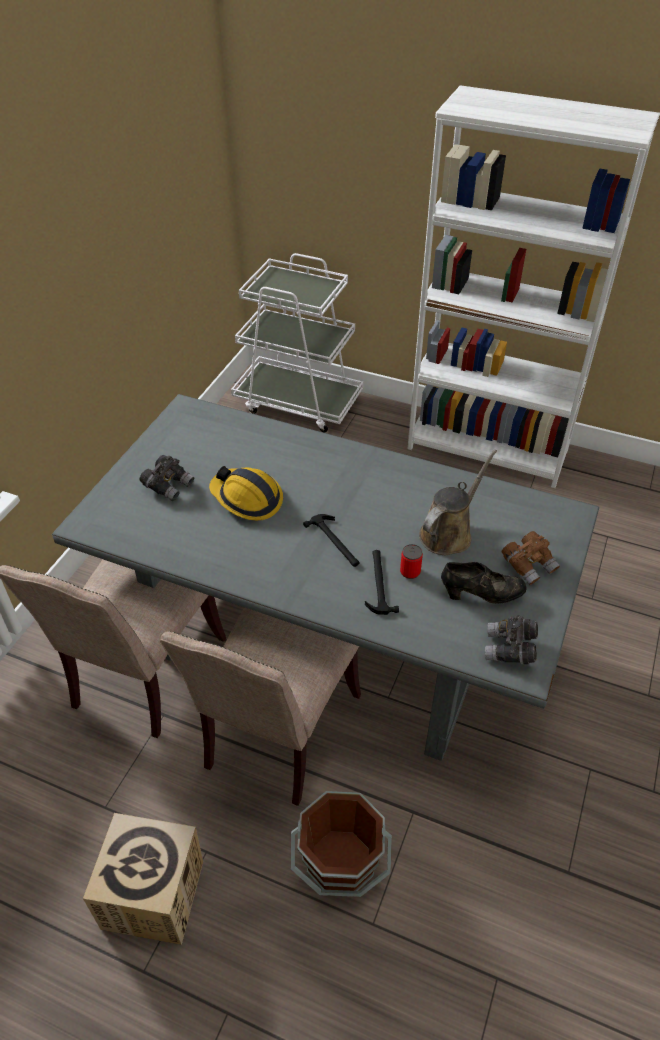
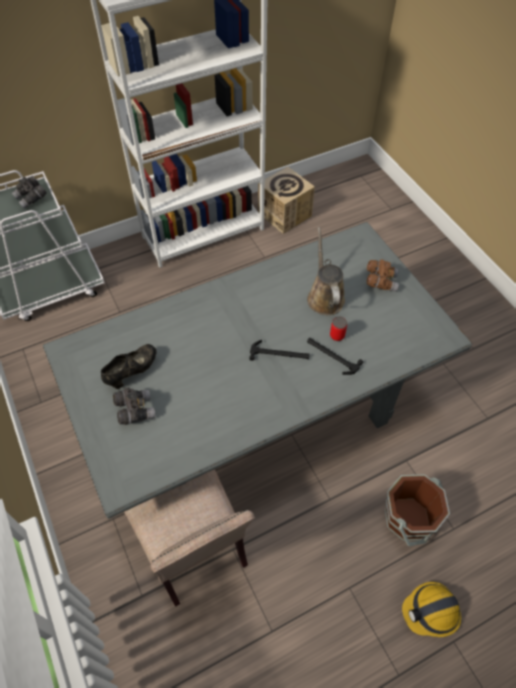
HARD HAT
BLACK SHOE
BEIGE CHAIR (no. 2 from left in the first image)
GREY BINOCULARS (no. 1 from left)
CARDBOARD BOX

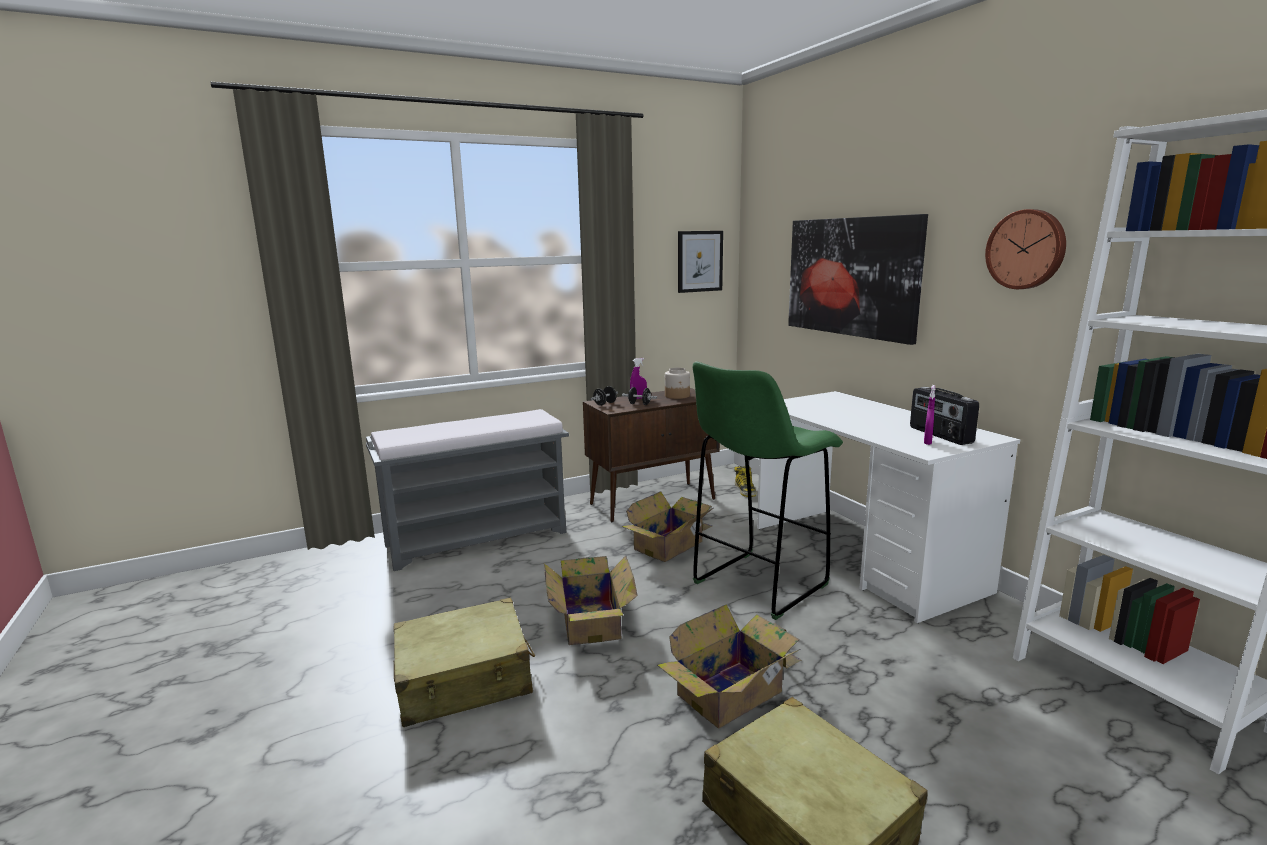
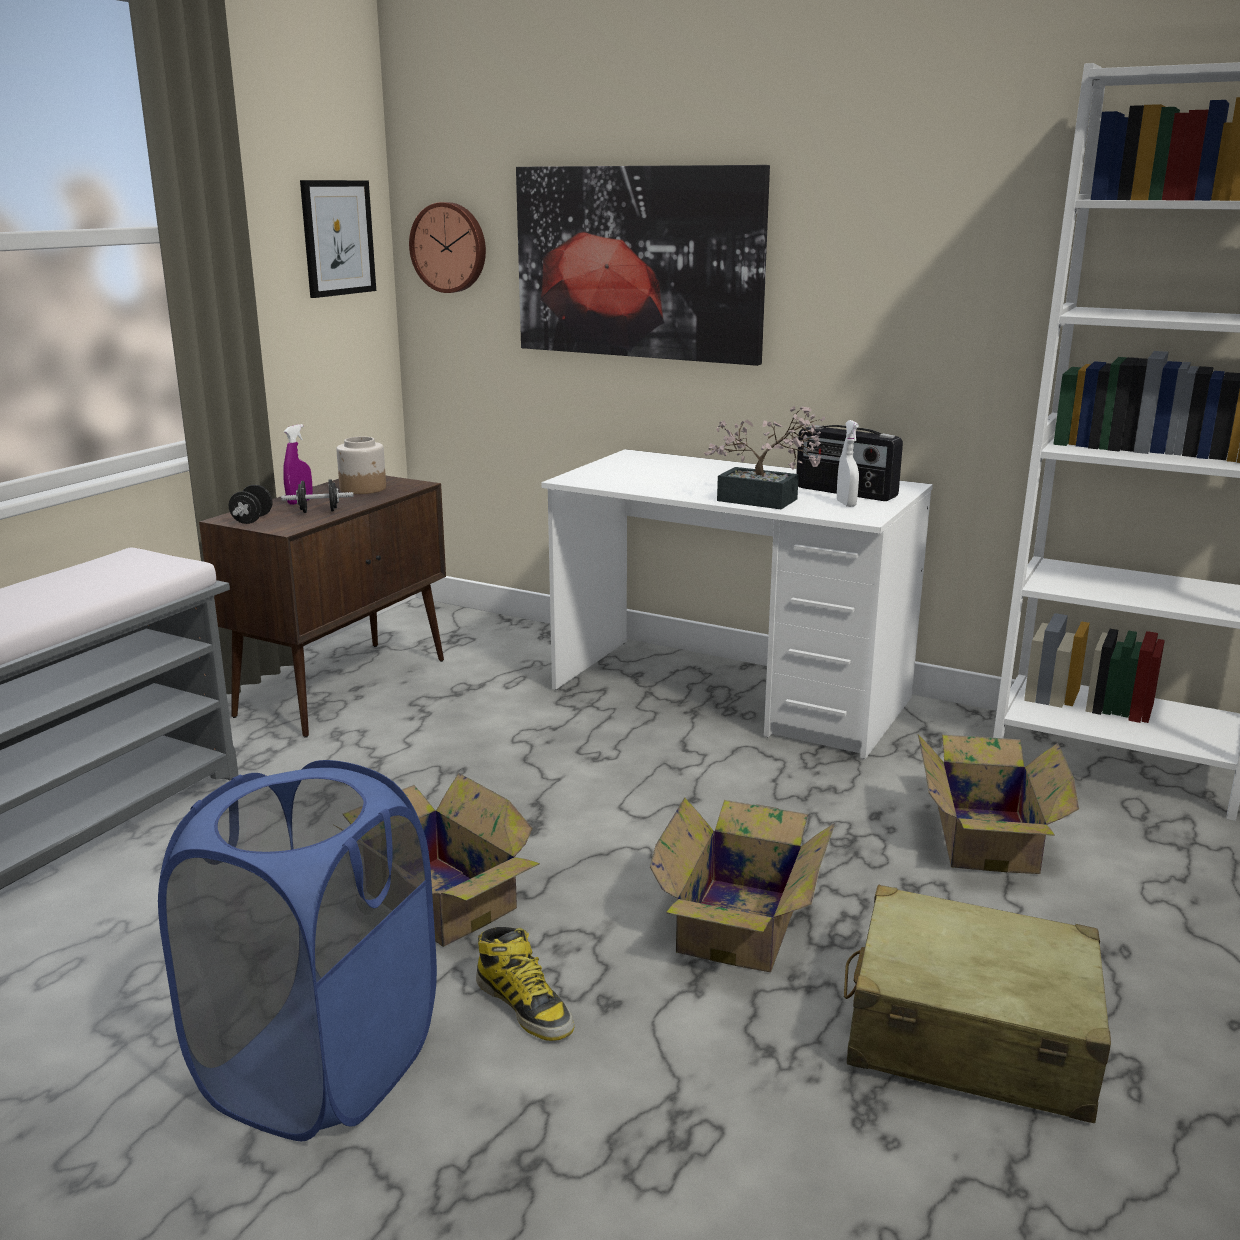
WALL CLOCK
GREEN STOOL
WHITE SPRAY BOTTLE
BOOT
CARDBOARD BOX (no. 3 from left)
BLUE LAUNDRY BASKET
POTTED PLANT

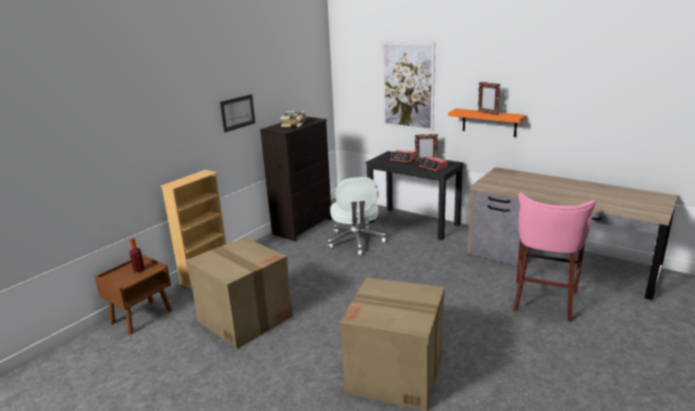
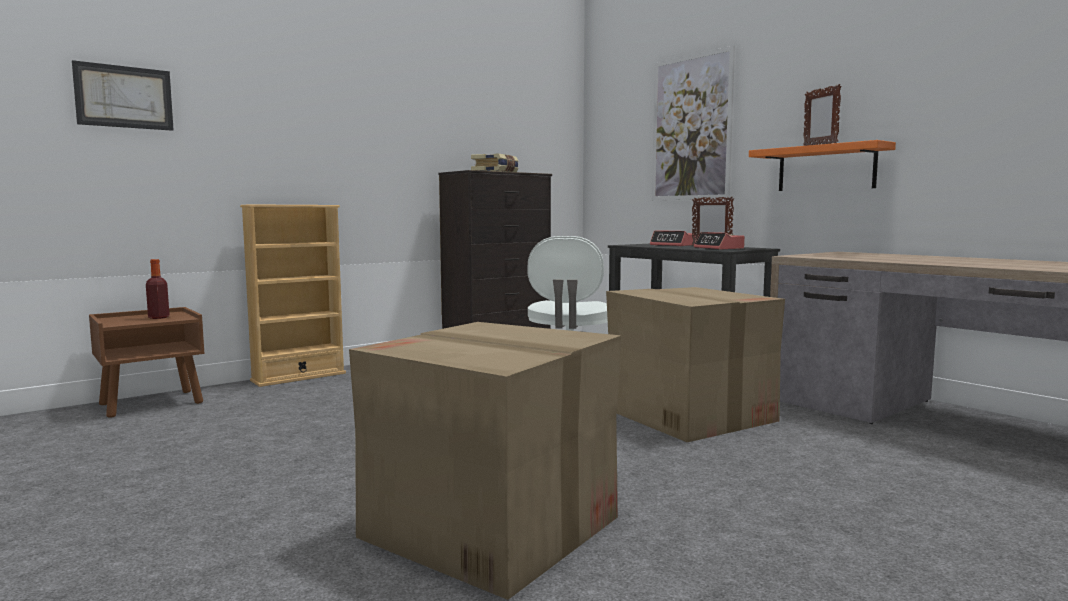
PICTURE (no. 1 from left)
PINK STOOL
CARDBOARD BOX (no. 2 from left)

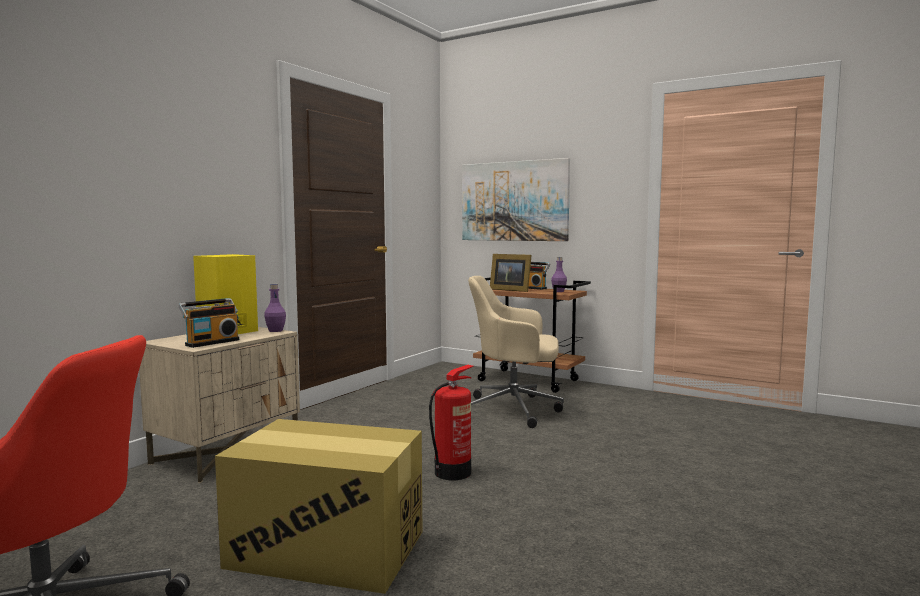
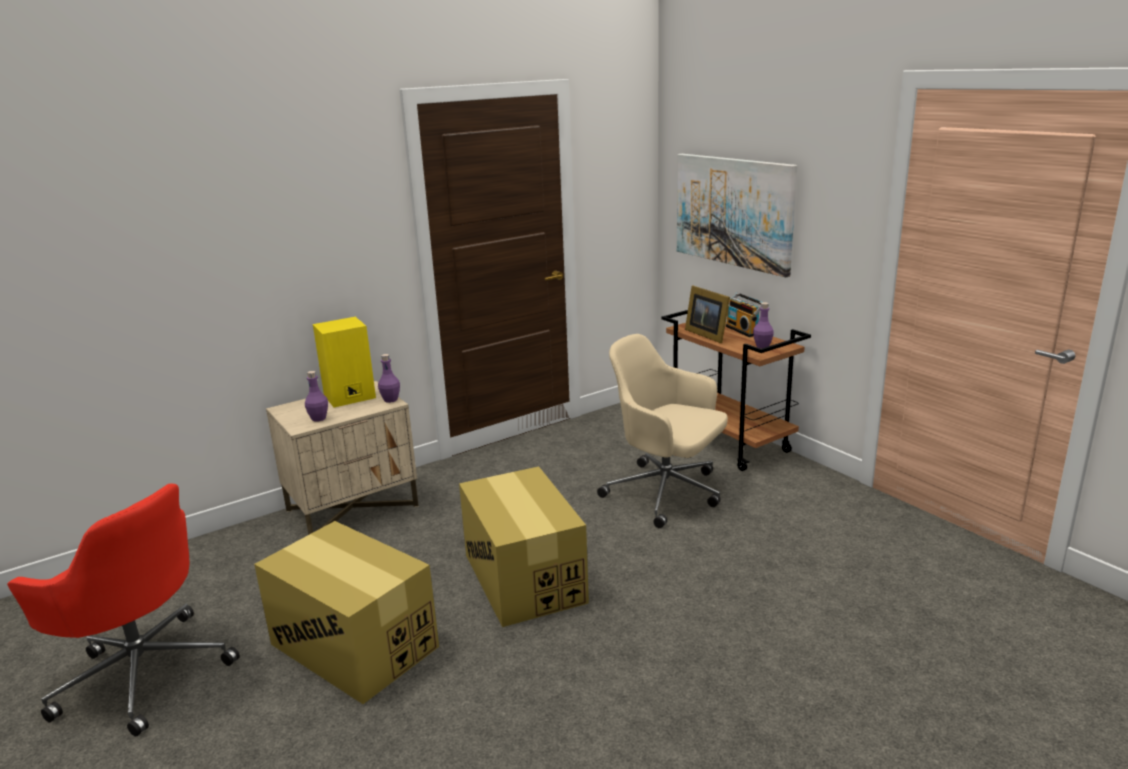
PURPLE BOTTLE (no. 1 from left)
CARDBOARD BOX (no. 2 from left)

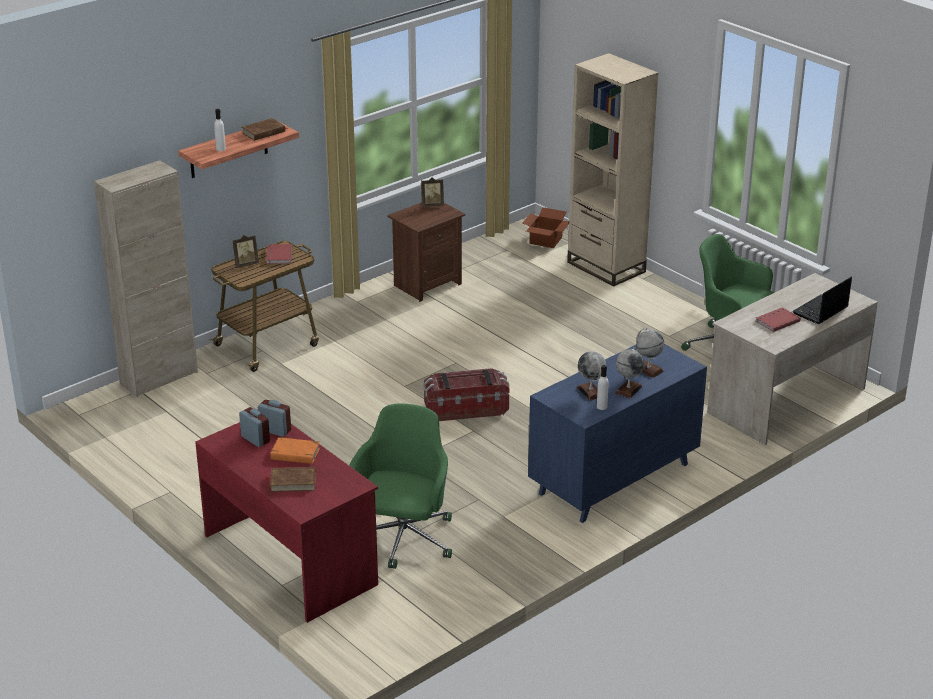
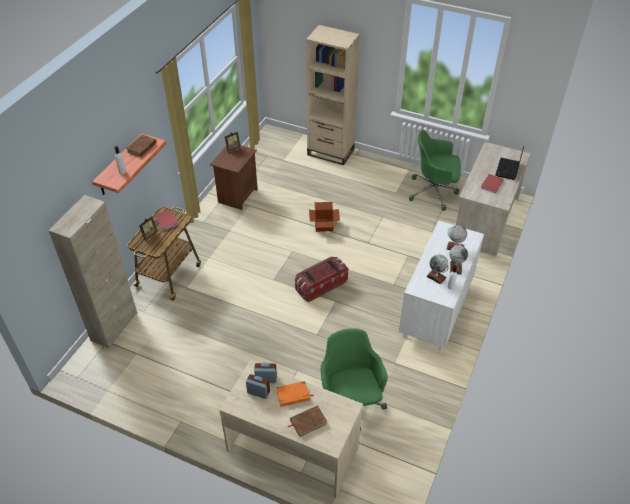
CARDBOARD BOX
WHITE DRESSER
BEIGE DESK (no. 1 from left)

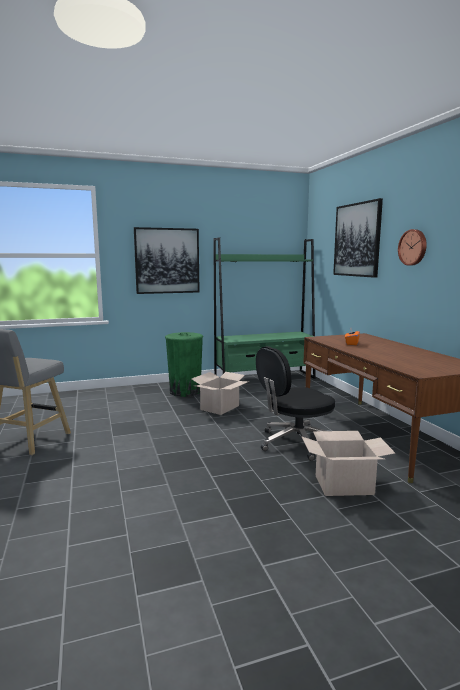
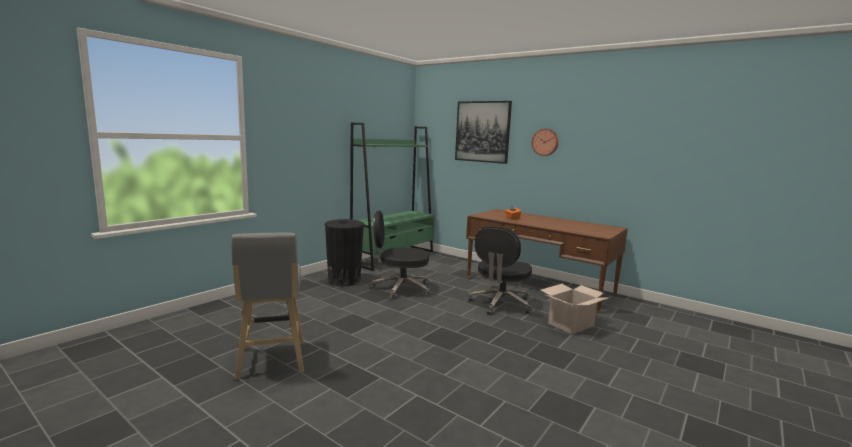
PICTURE (no. 1 from left in the first image)
BLACK TRASH CAN
BLACK OFFICE CHAIR (no. 1 from left)

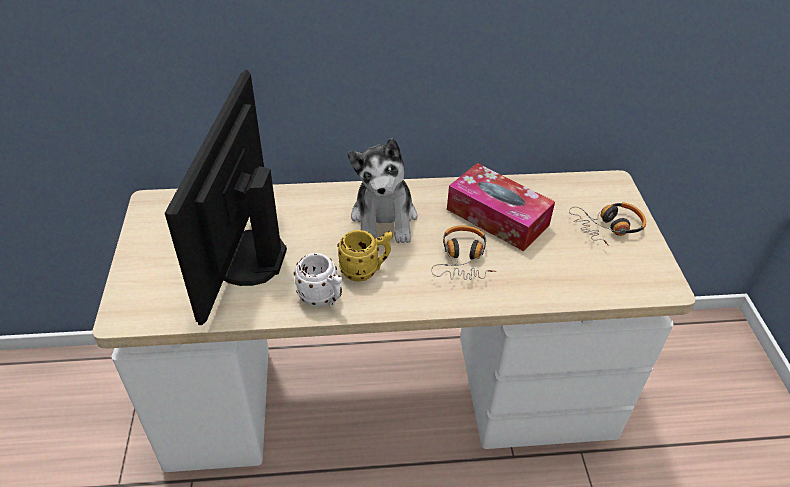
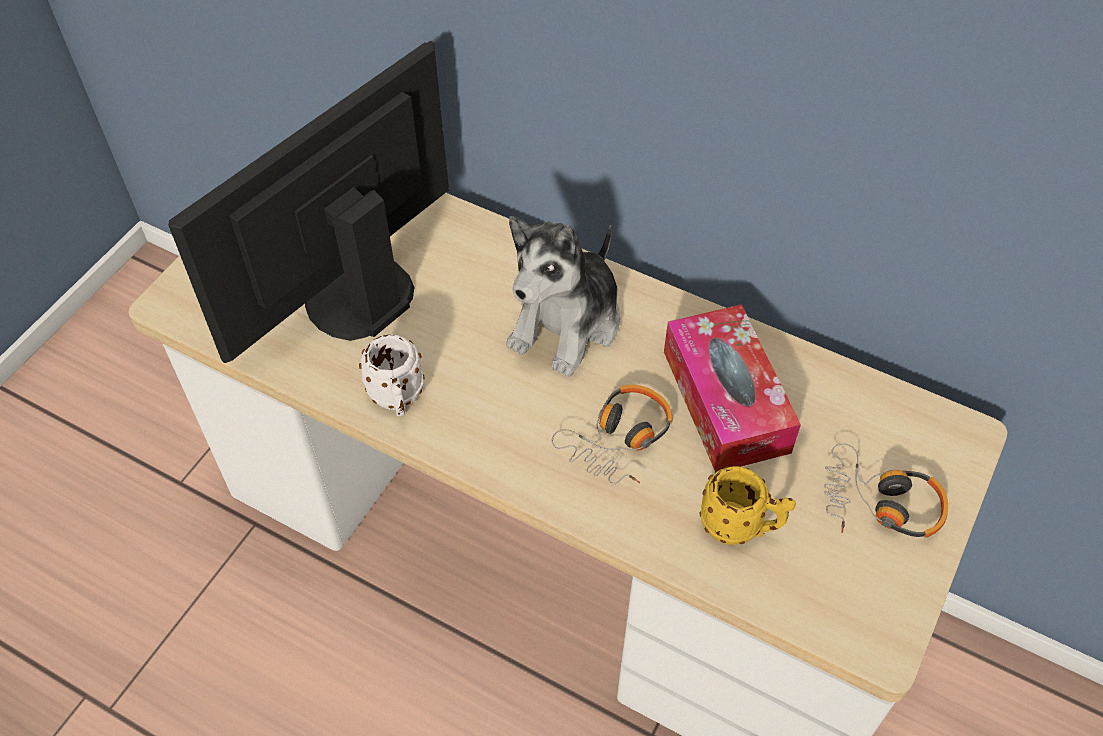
YELLOW MUG

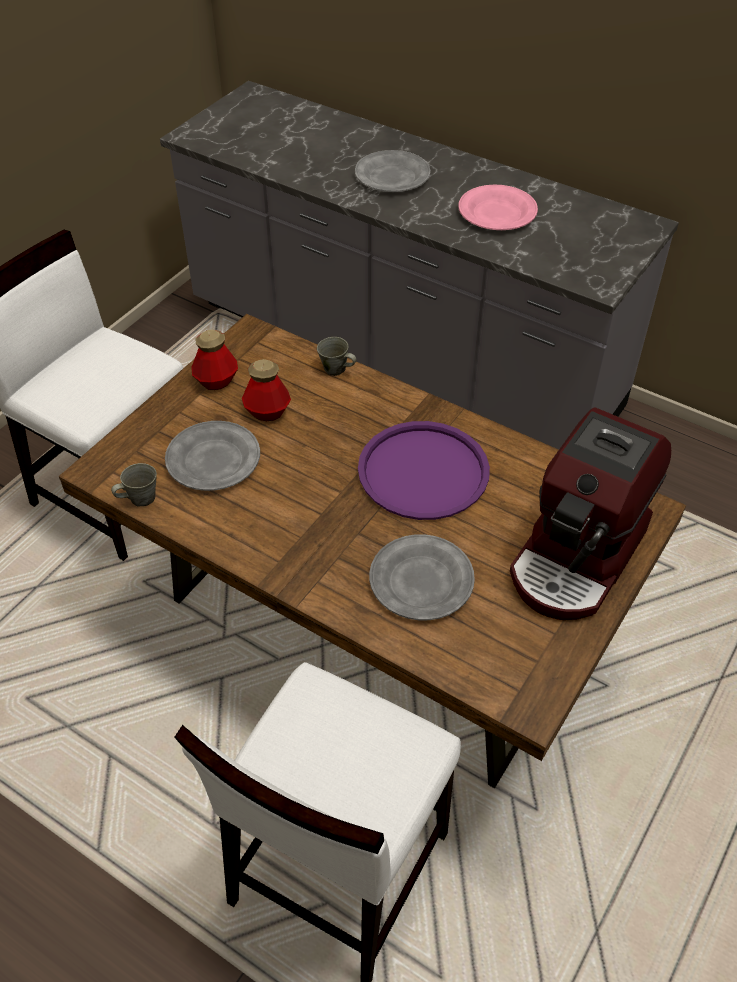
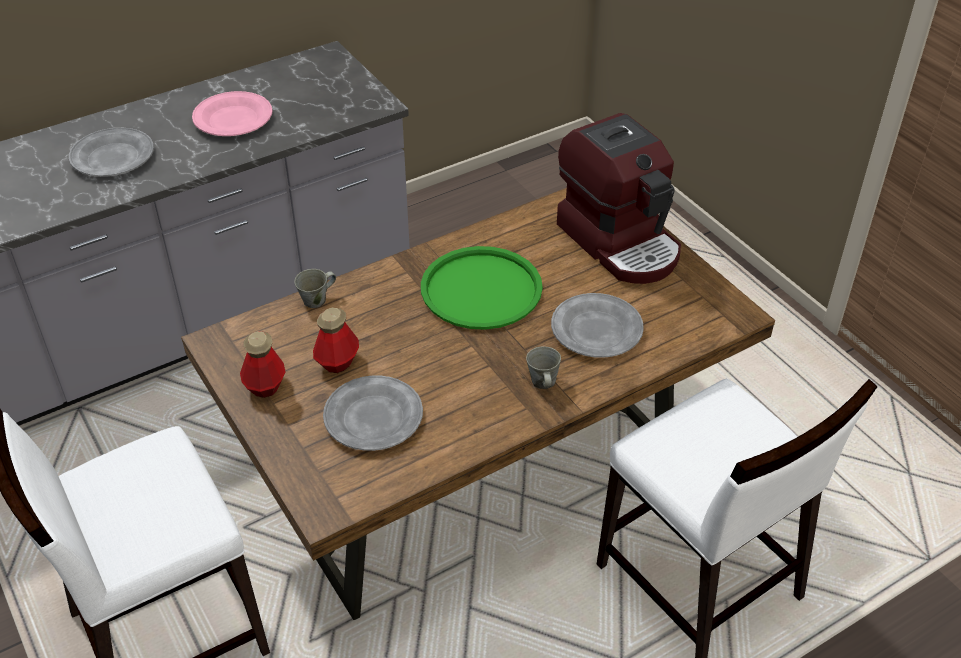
GREEN TRAY
GREY MUG (no. 2 from left)

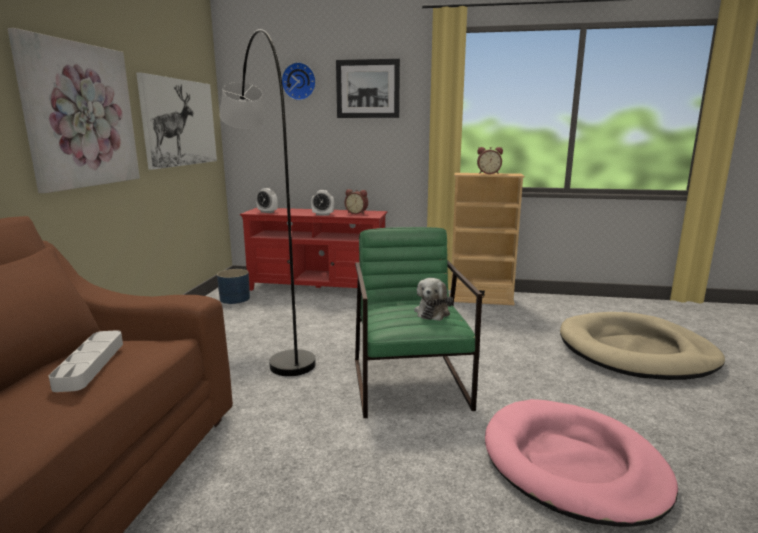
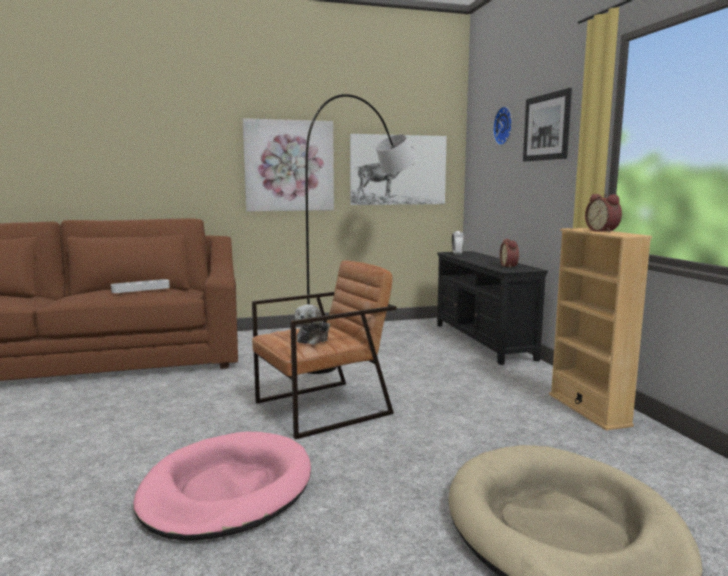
ALARM CLOCK (no. 2 from left in the first image)
BLACK TV STAND
BROWN ARMCHAIR
BLUE PLANTER
PLUSH TOY

